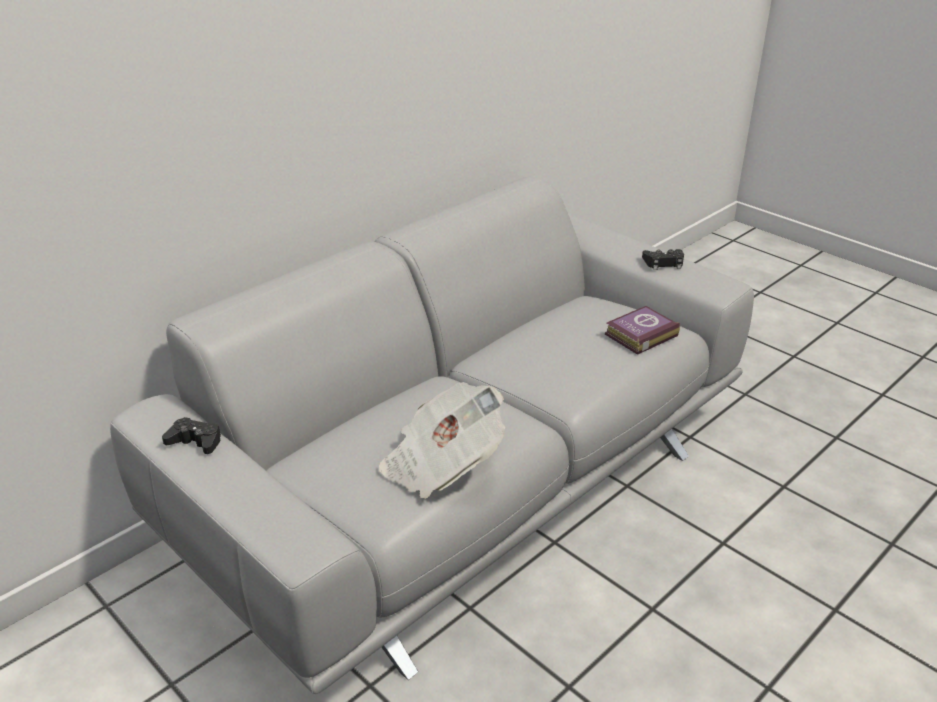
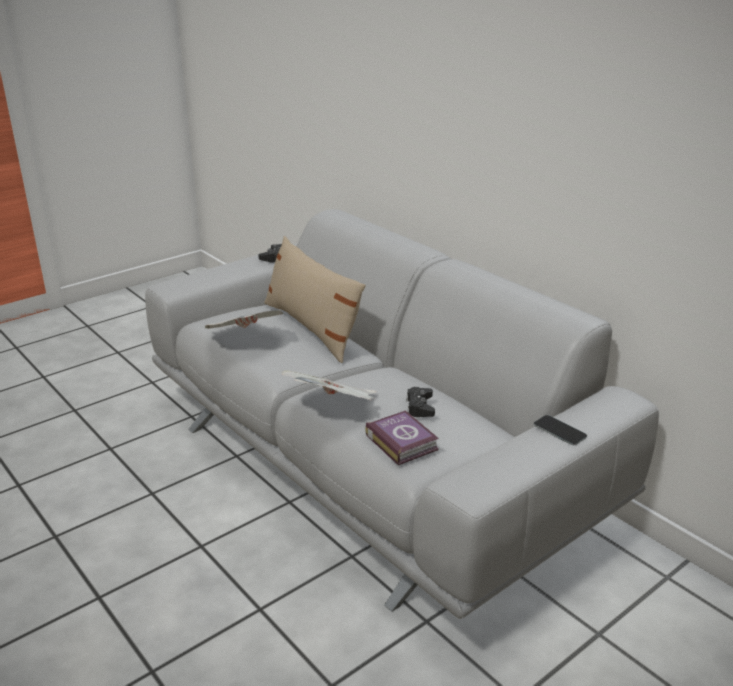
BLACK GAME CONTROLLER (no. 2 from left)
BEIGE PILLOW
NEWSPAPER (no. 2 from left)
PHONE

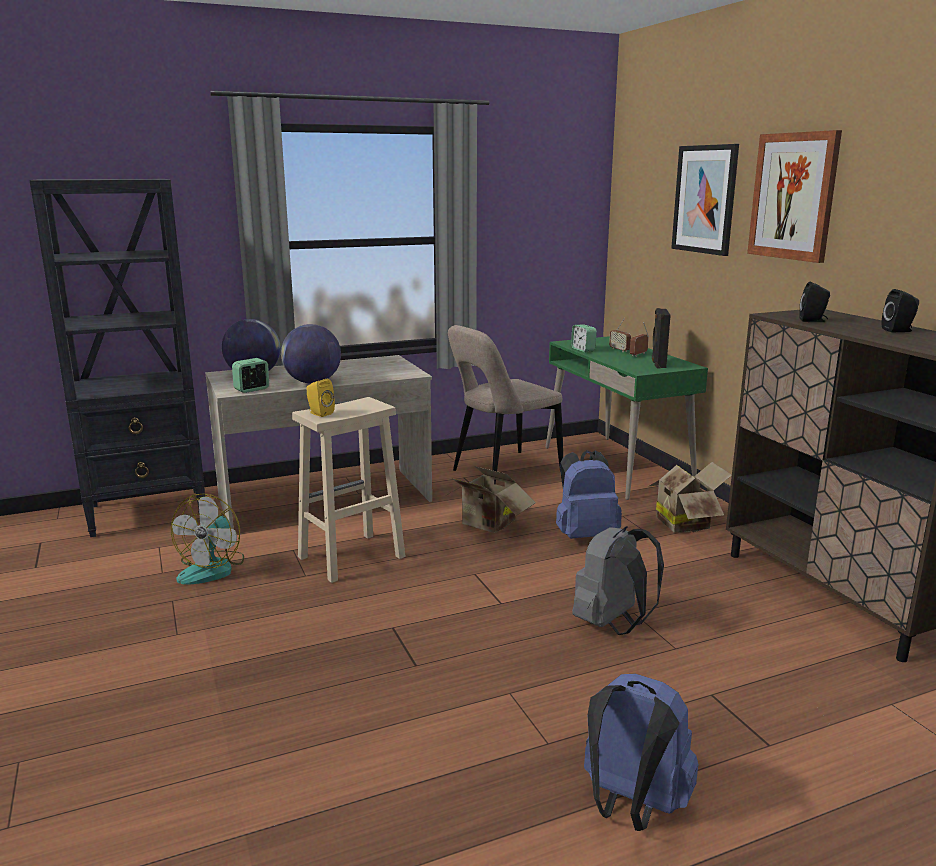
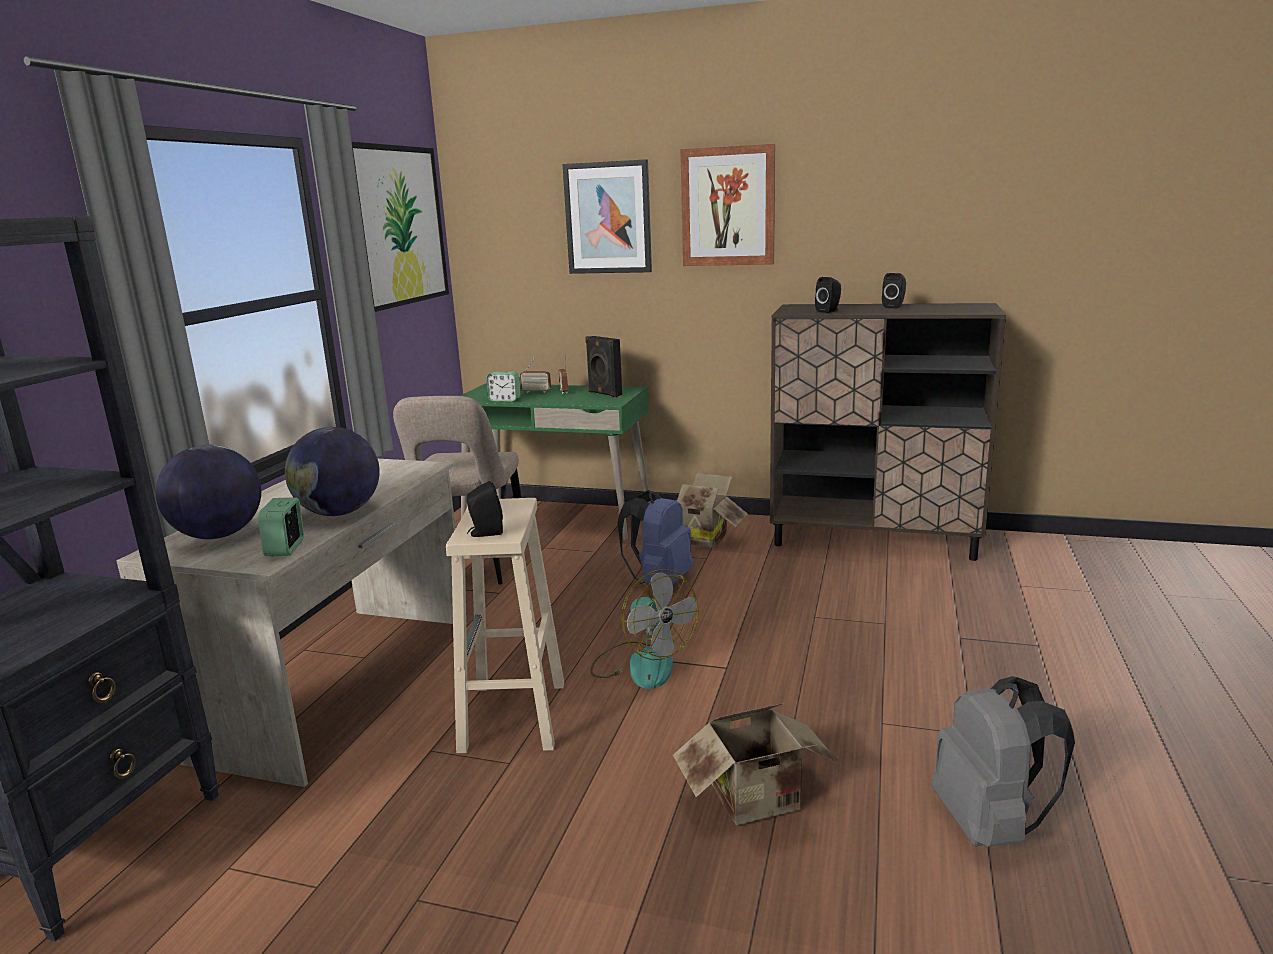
BLACK SPEAKER (no. 1 from left)
CARDBOARD BOX (no. 2 from left)
FAN
GREY BACKPACK
BLUE BACKPACK (no. 2 from left in the first image)
PICTURE (no. 1 from left)

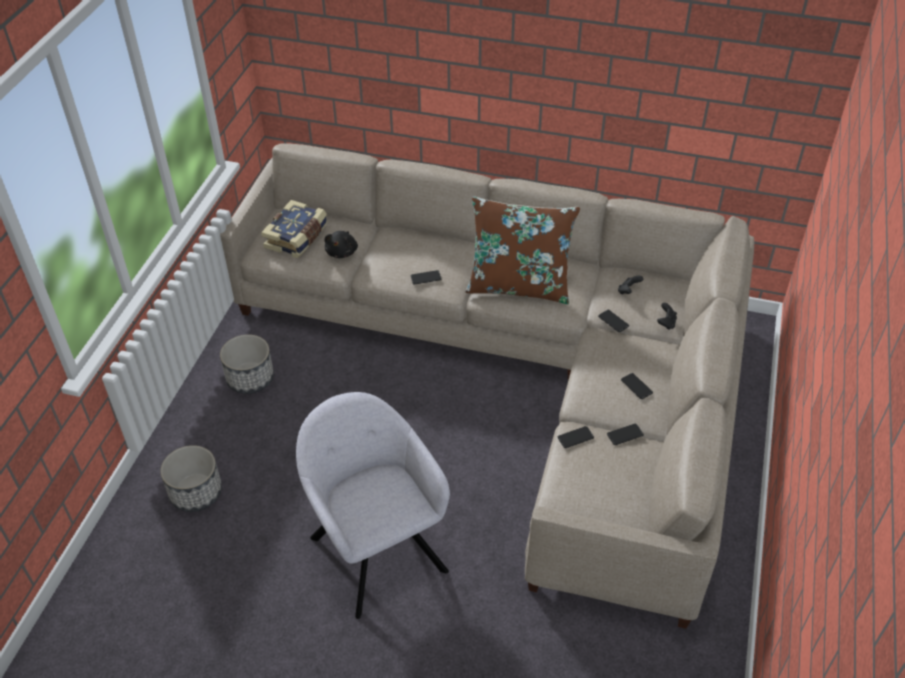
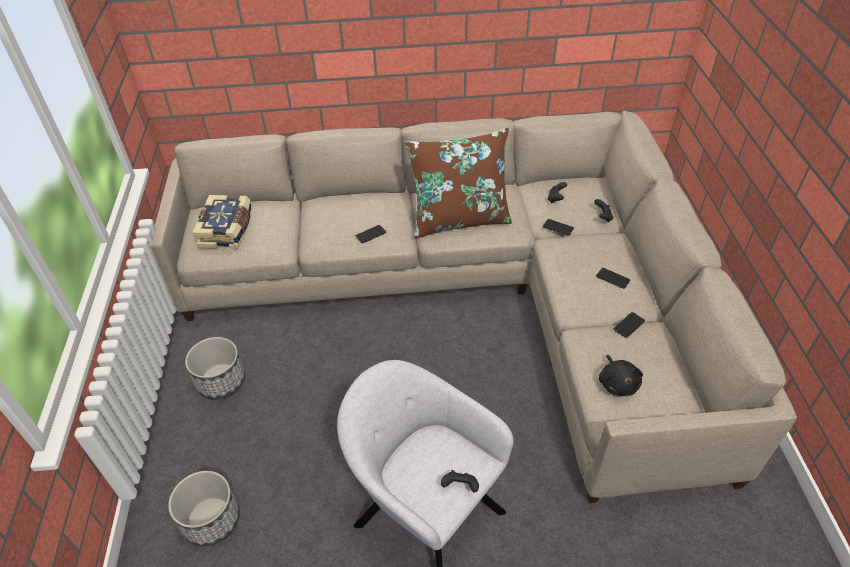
BLACK PLUSH TOY
PHONE (no. 2 from left in the first image)
BLACK GAME CONTROLLER (no. 1 from left)

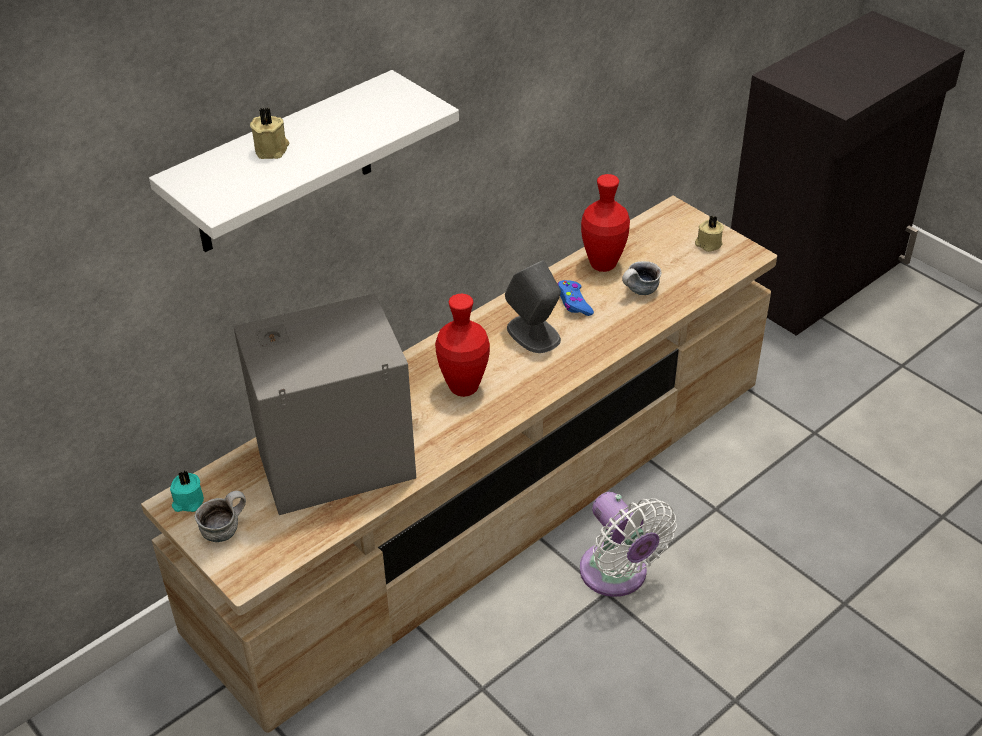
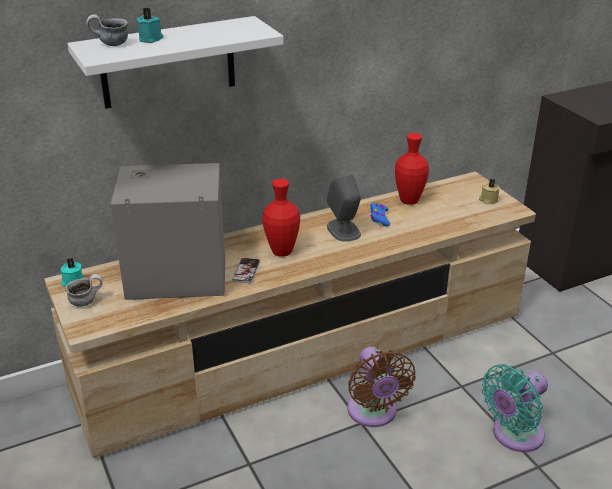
TURQUOISE CANDLE (no. 2 from left)
MUG (no. 2 from left)
BROWN FAN
PHONE
TURQUOISE FAN

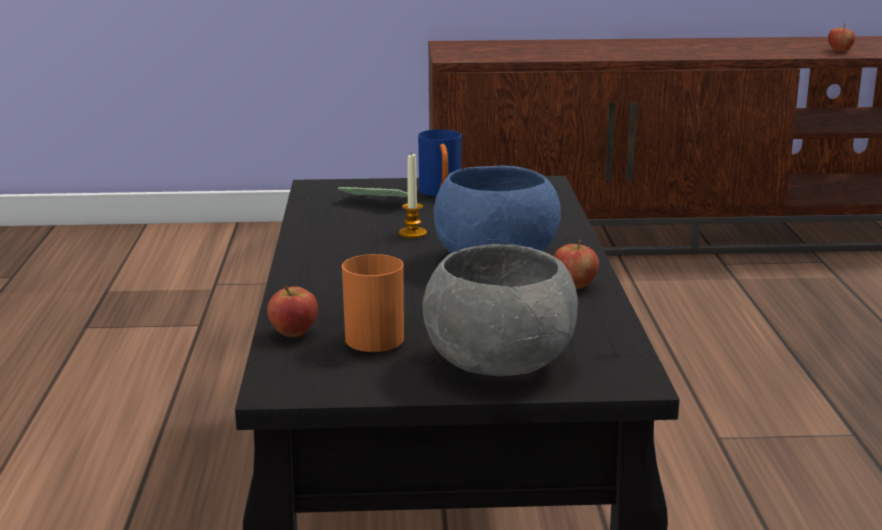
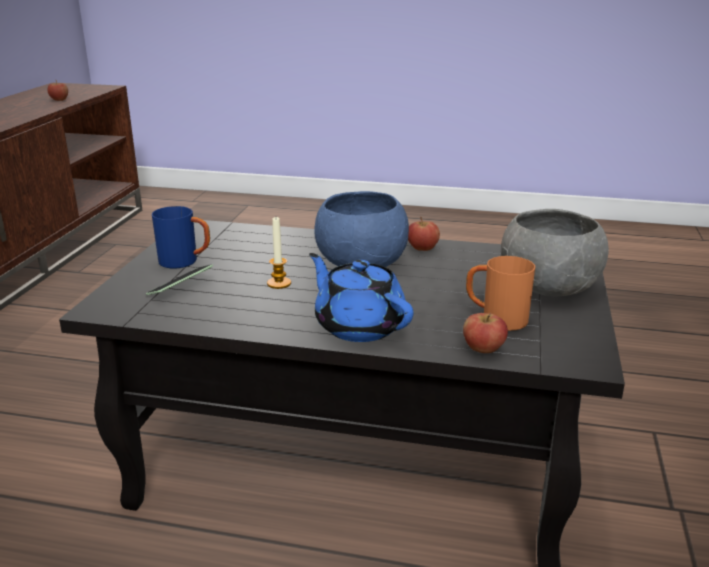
BLUE TEAPOT

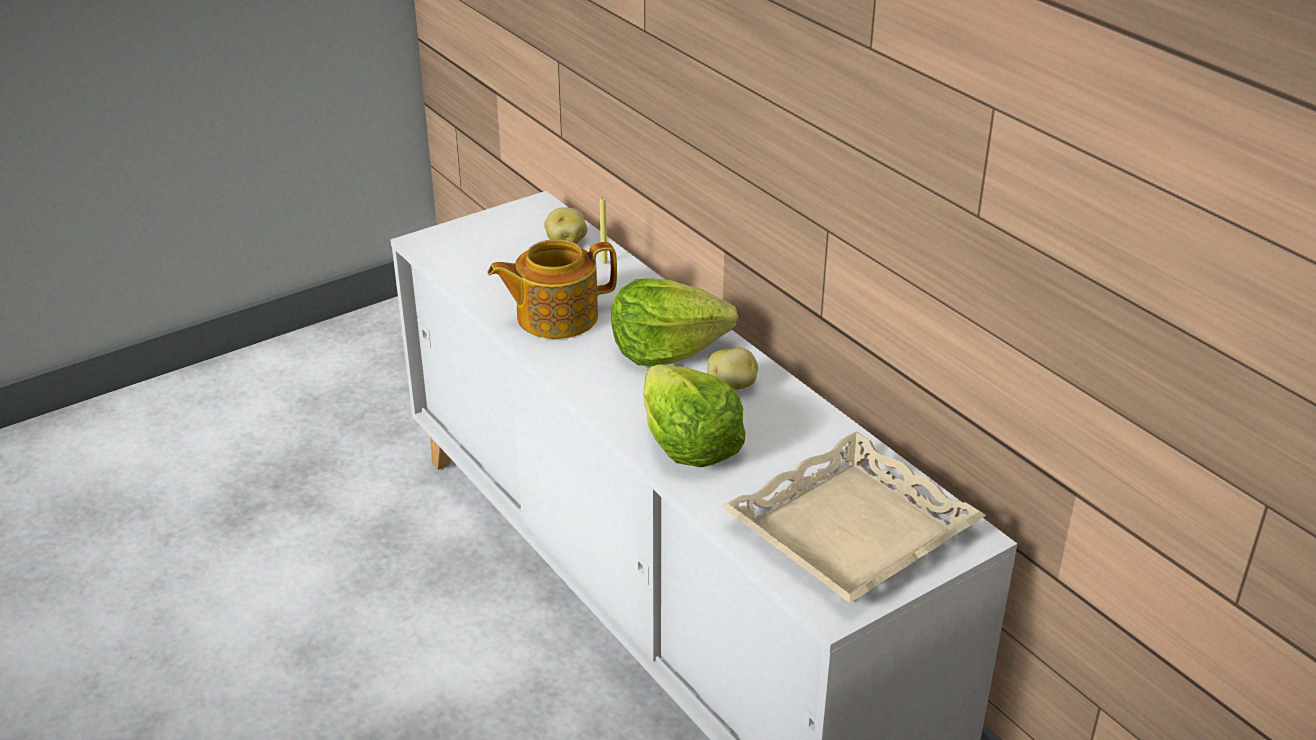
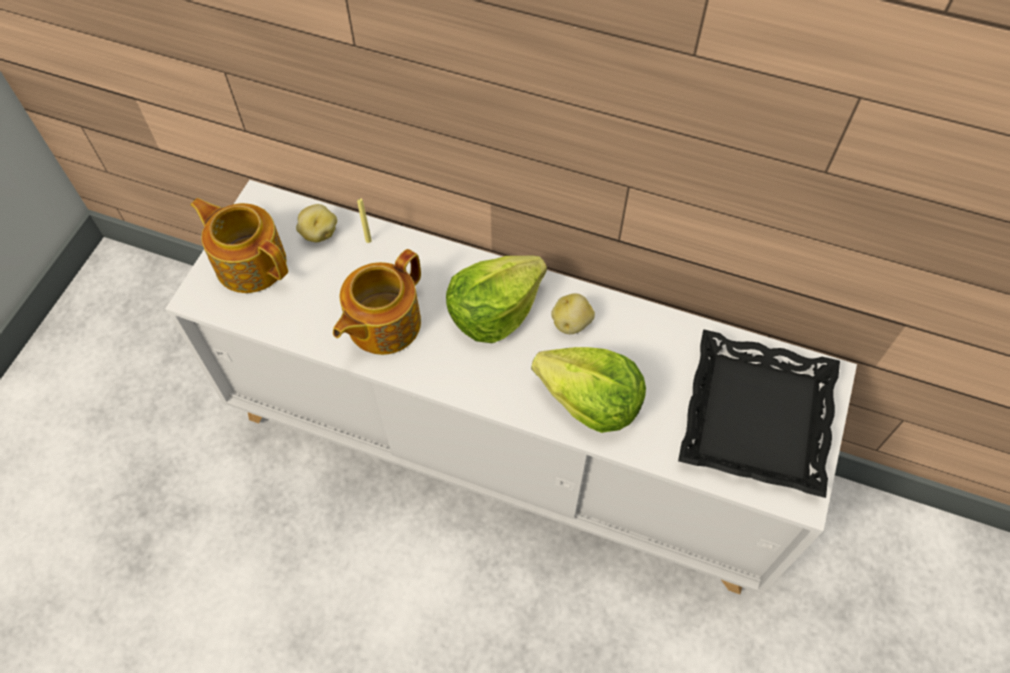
BLACK TRAY
TEAPOT (no. 1 from left)

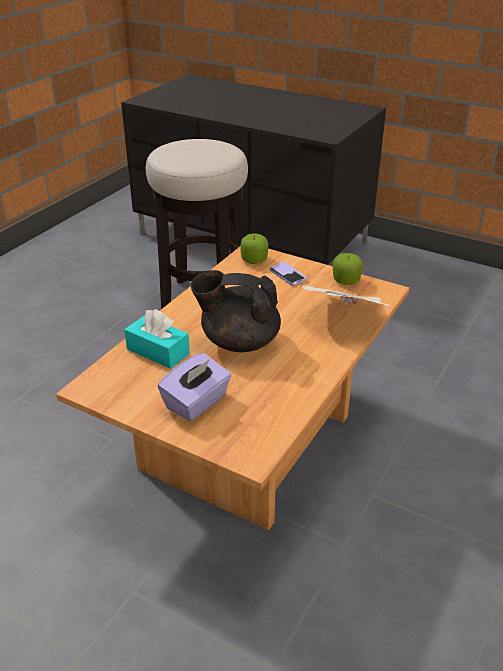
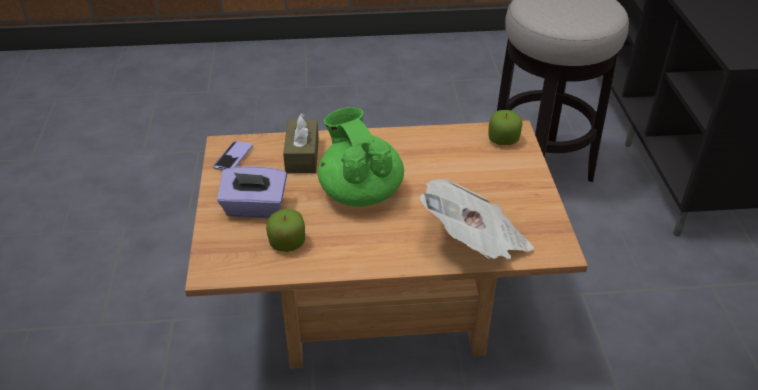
APPLE (no. 1 from left)
PHONE
GREEN TEAPOT
BROWN TISSUE BOX

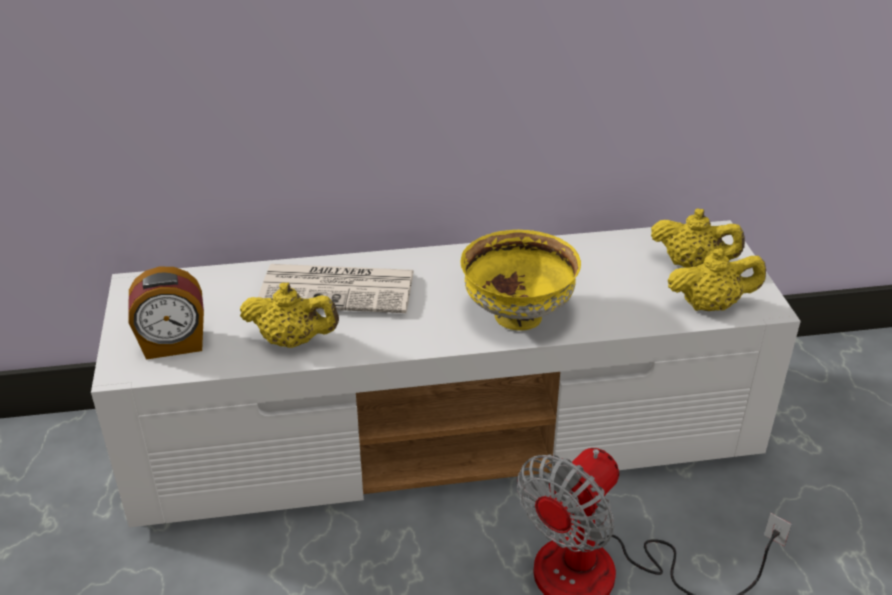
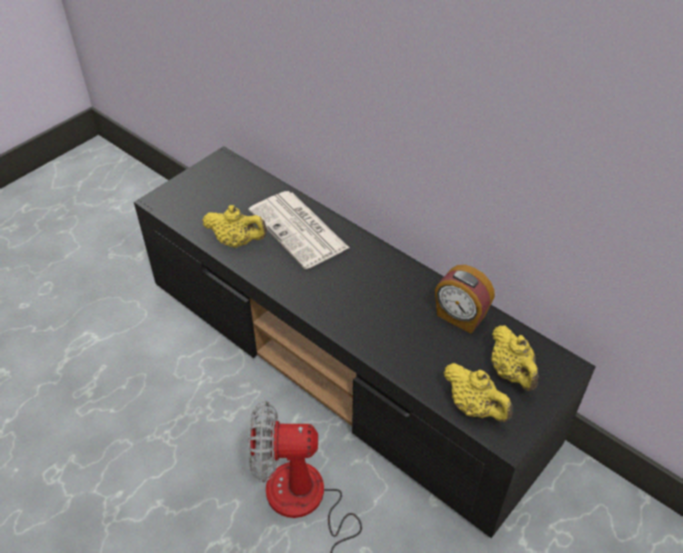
BLACK TV STAND
YELLOW BOWL
ALARM CLOCK
YELLOW TEAPOT (no. 1 from left)

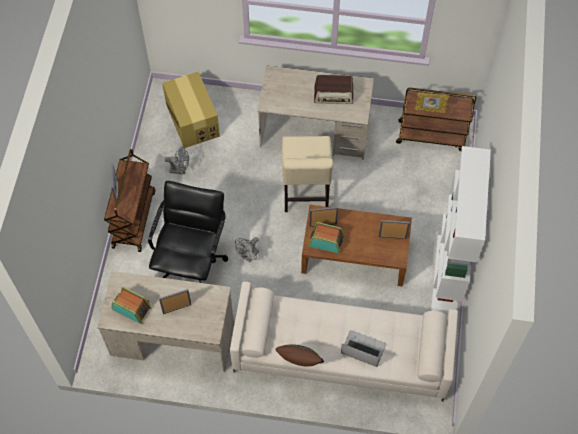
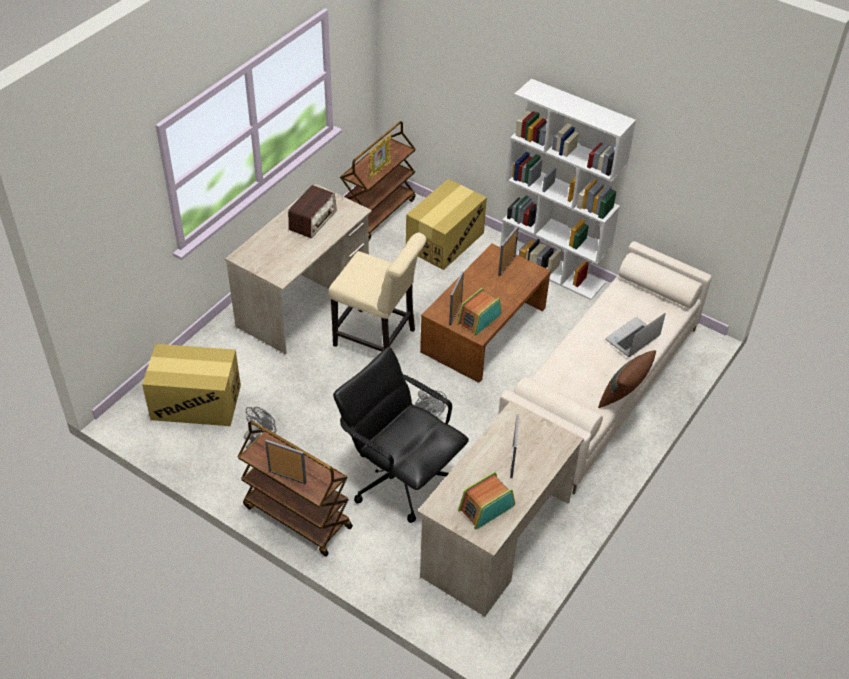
CARDBOARD BOX (no. 2 from left)

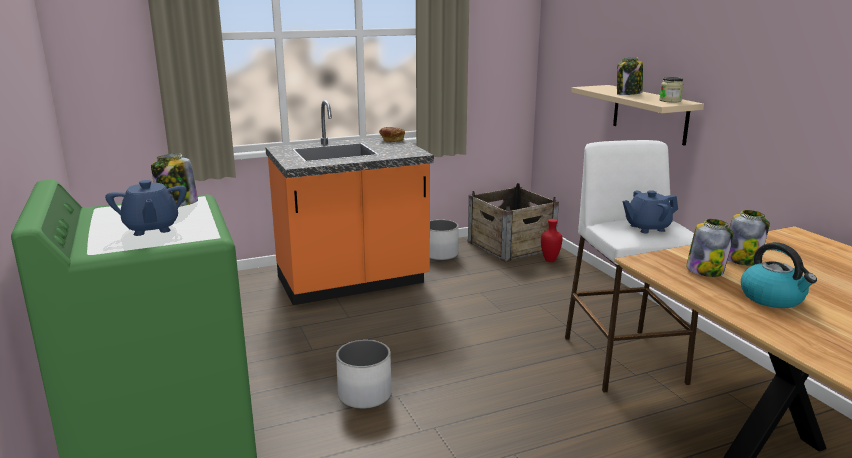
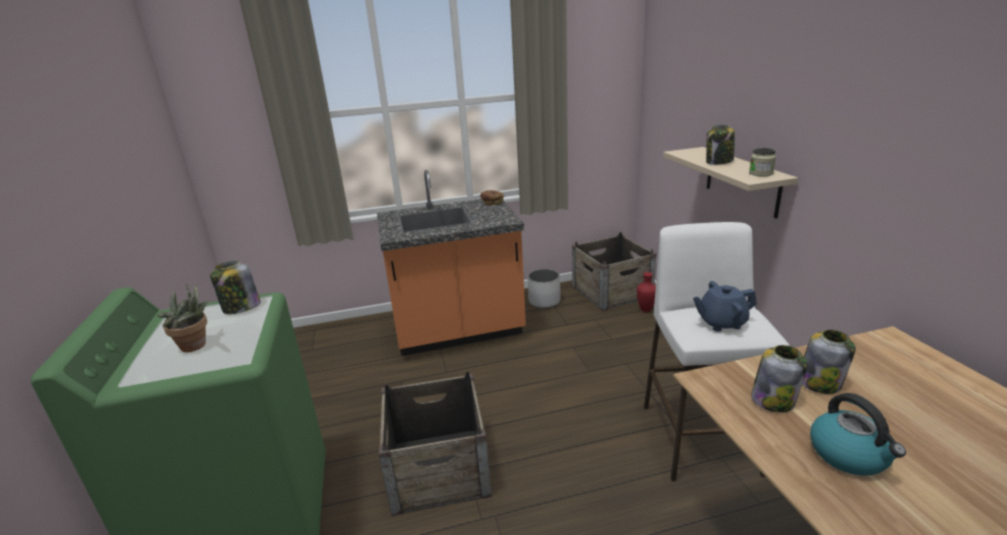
POTTED PLANT
CRATE (no. 1 from left)

